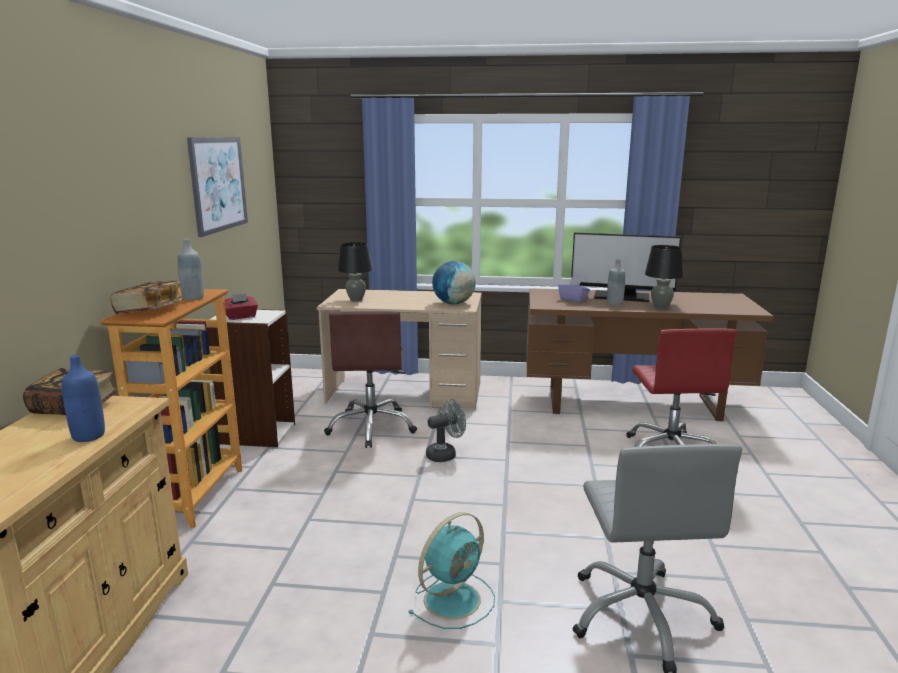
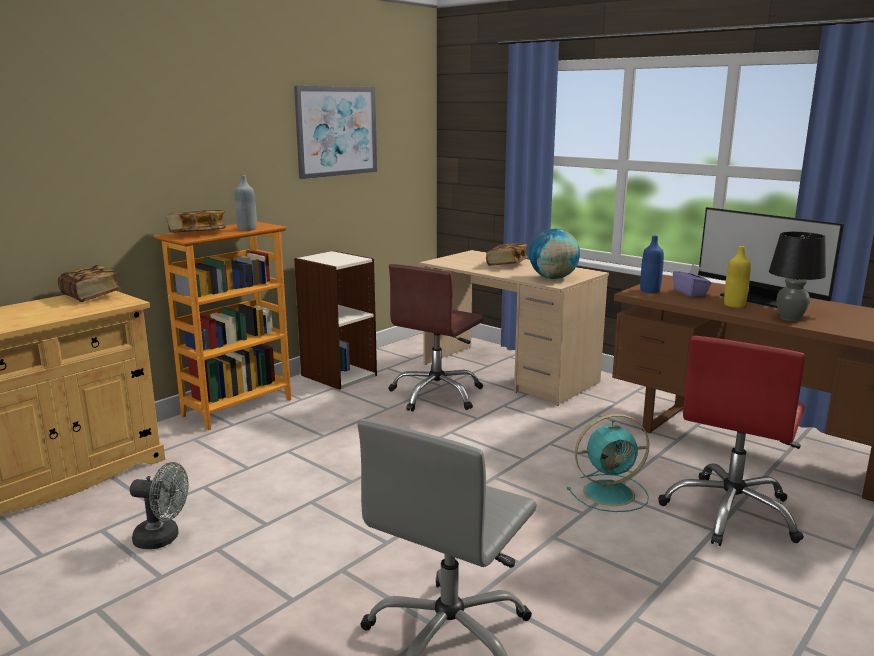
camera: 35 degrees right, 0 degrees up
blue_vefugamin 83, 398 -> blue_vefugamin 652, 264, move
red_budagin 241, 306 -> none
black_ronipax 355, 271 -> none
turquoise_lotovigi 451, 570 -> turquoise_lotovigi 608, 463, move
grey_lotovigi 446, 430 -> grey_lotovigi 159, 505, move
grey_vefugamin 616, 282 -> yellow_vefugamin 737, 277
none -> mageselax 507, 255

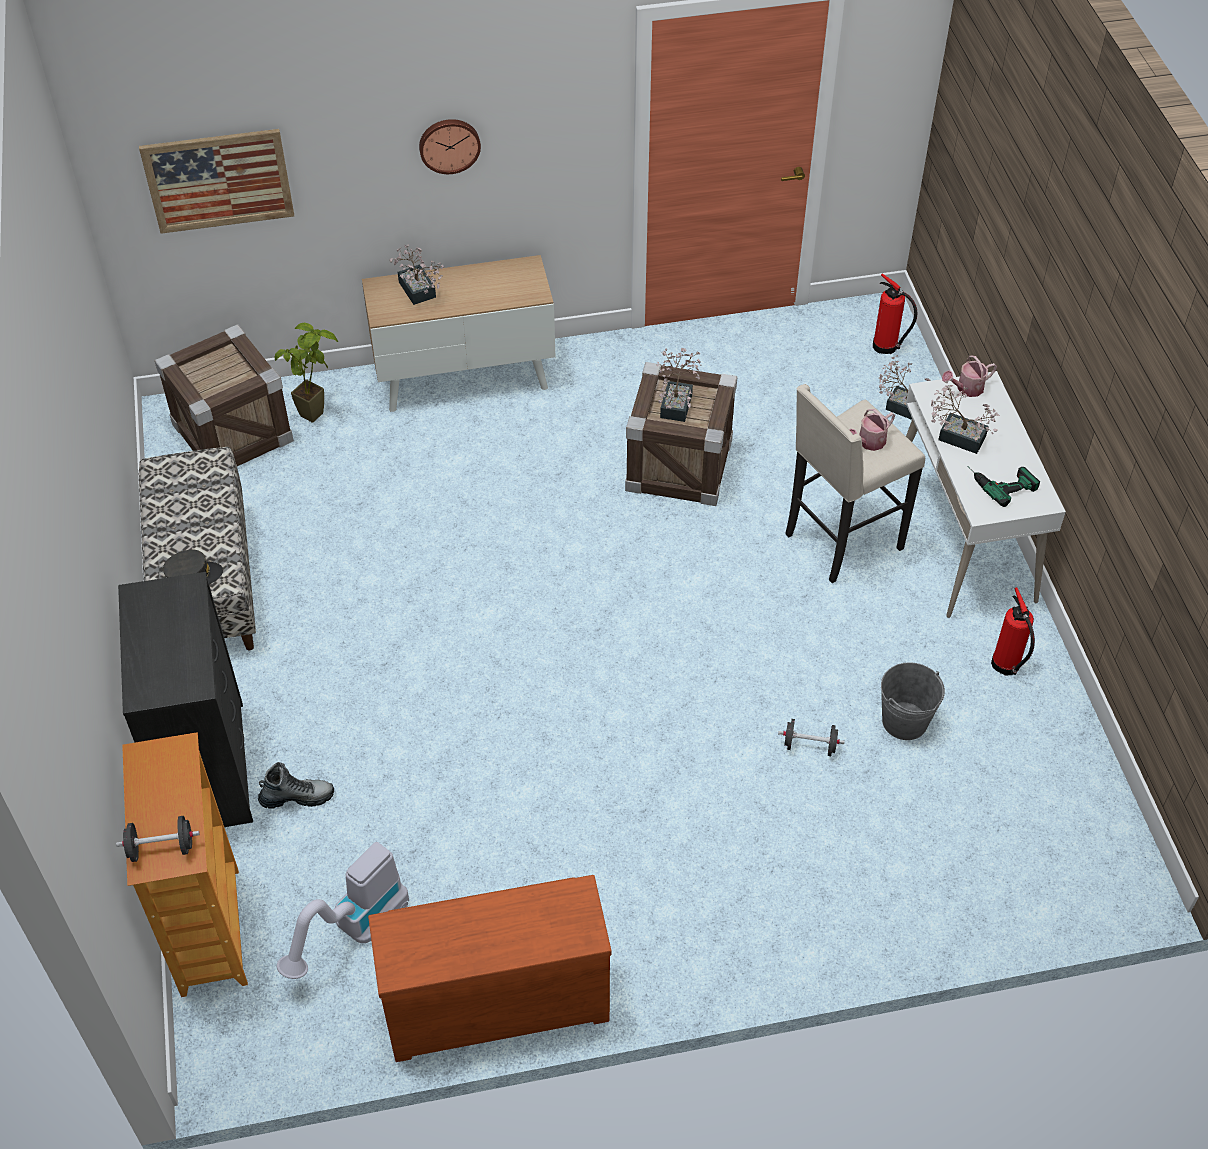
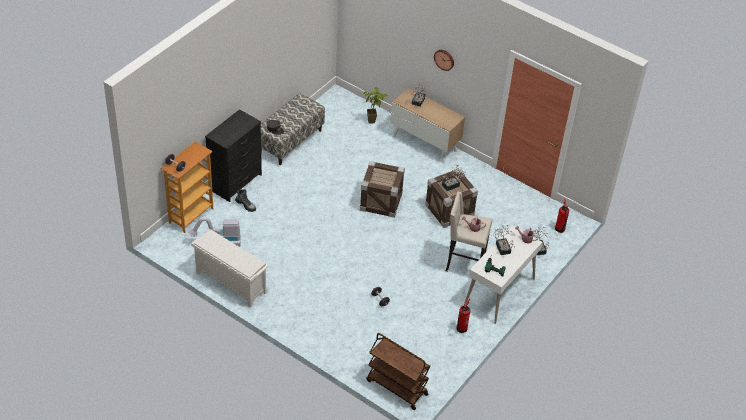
camera: 45 degrees right, 5 degrees down
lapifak 216, 181 -> none
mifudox 224, 395 -> mifudox 382, 189, move
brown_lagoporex 490, 968 -> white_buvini 229, 268
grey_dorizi 913, 701 -> none
none -> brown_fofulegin 398, 371

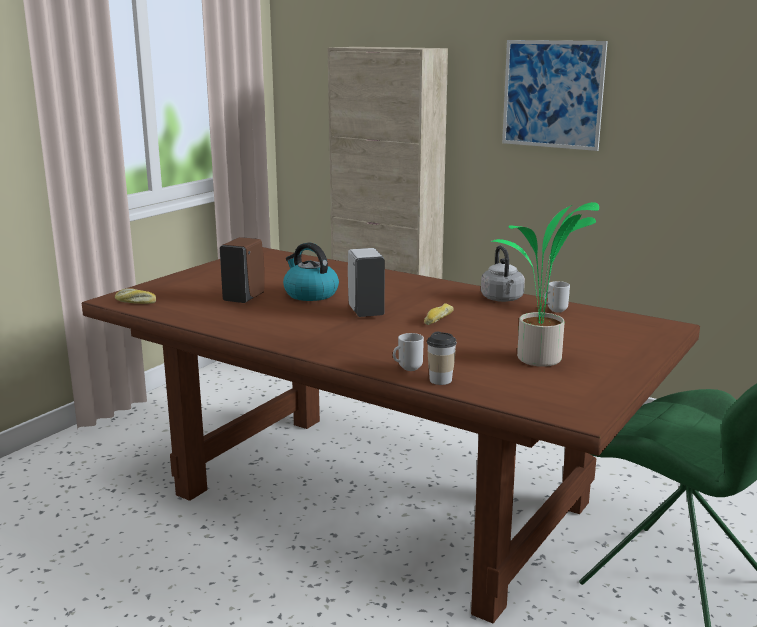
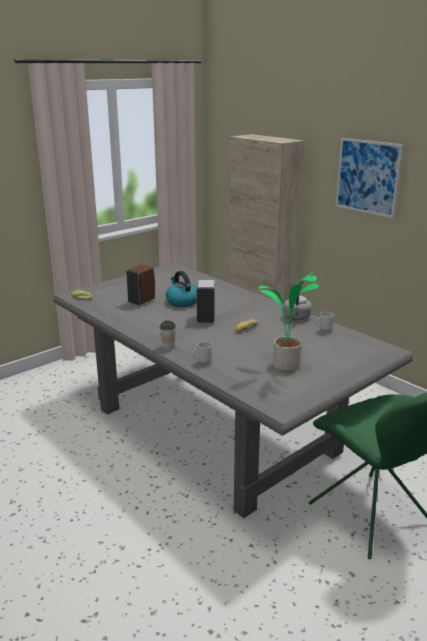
camera: 15 degrees right, 5 degrees up
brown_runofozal 391, 435 -> grey_runofozal 233, 390
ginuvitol 442, 358 -> ginuvitol 168, 335, move

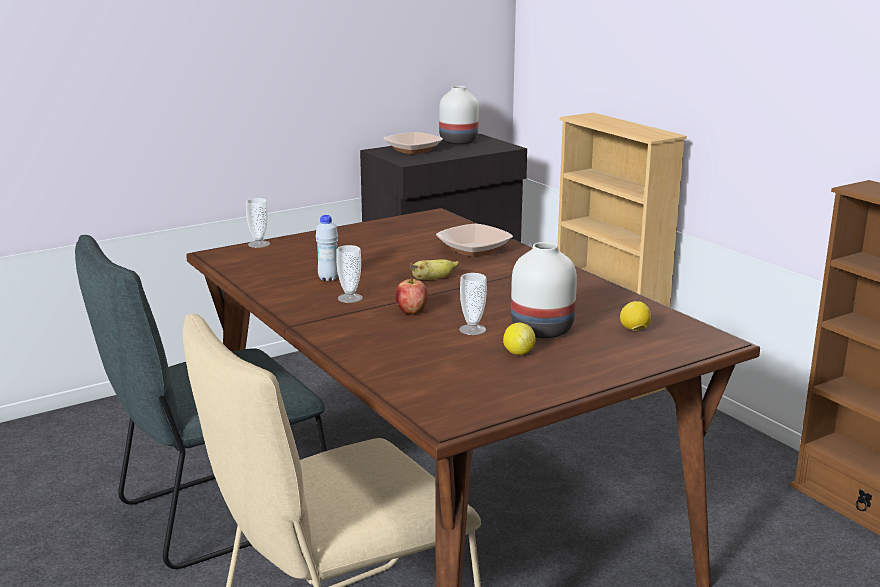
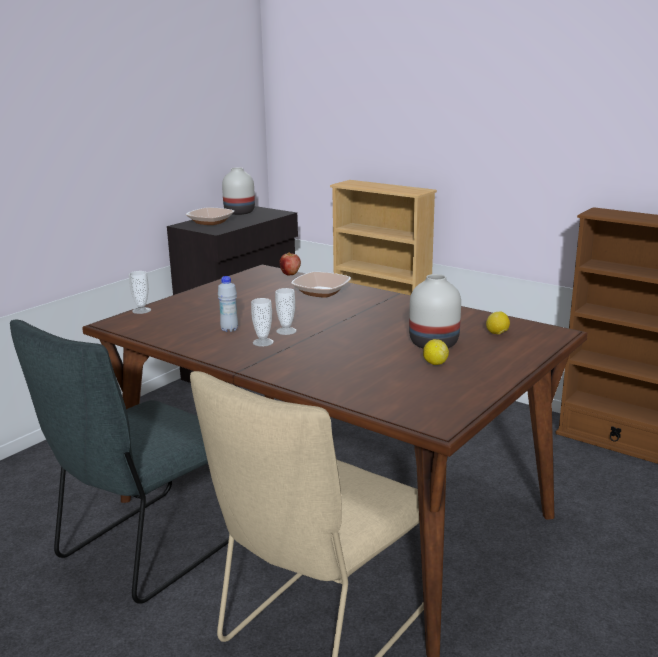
camera: 20 degrees left, 0 degrees up
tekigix 411, 296 -> tekigix 290, 264, move
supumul 434, 269 -> none
ginuvitol 473, 304 -> ginuvitol 285, 311, move

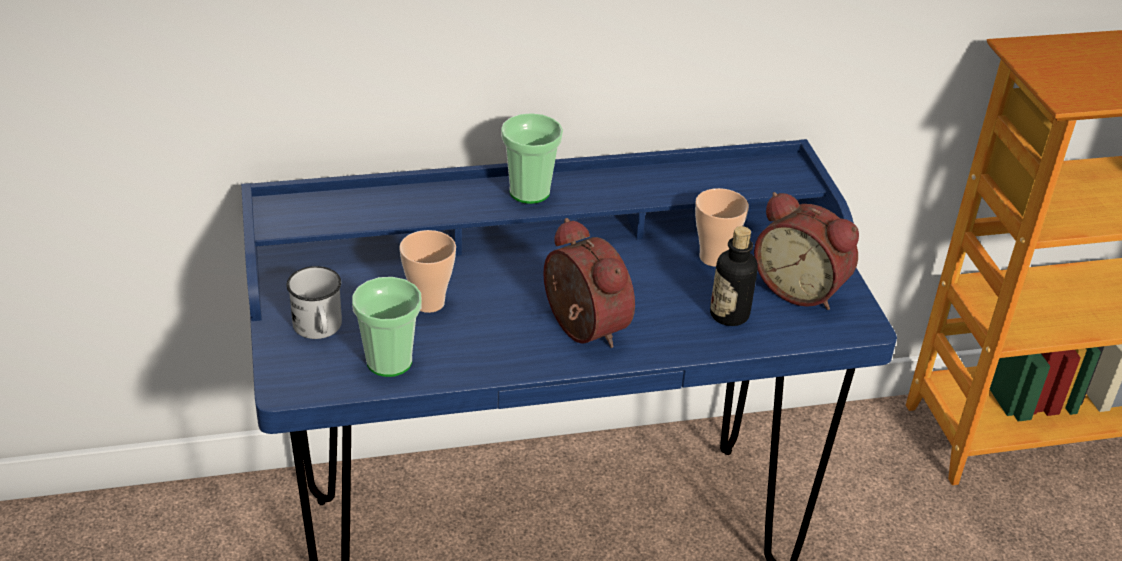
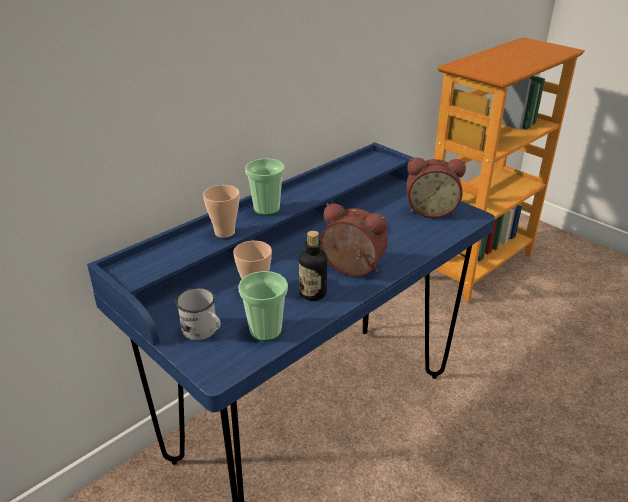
camera: 30 degrees left, 5 degrees down
ginuvitol 722, 227 -> ginuvitol 221, 211, move
vefugamin 734, 276 -> vefugamin 313, 266, move

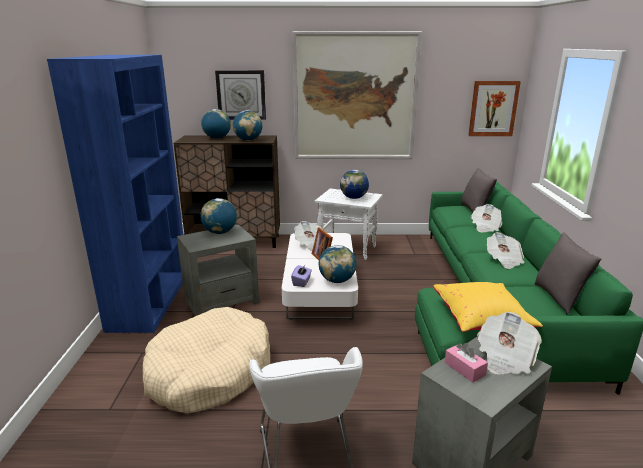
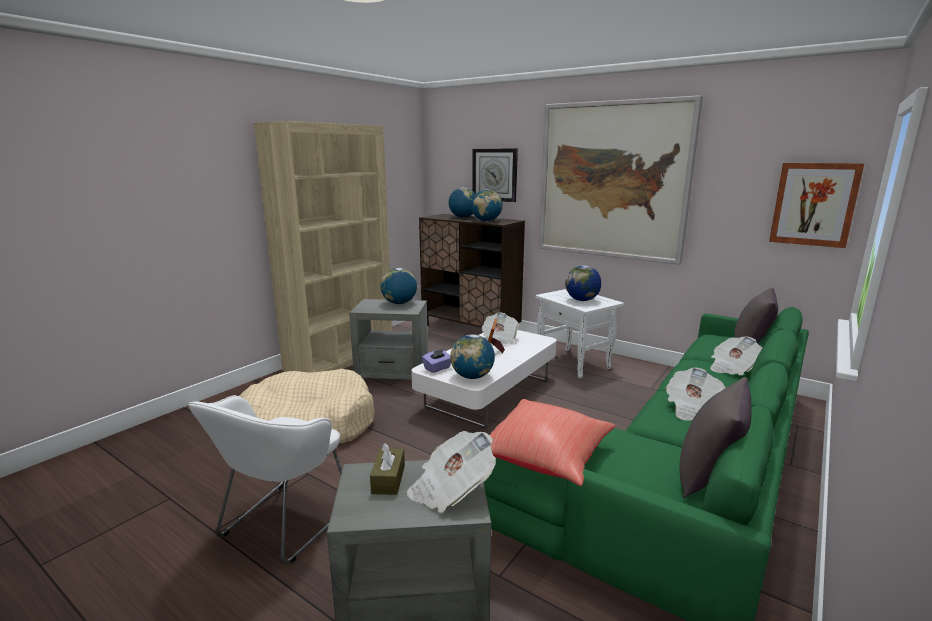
camera: 35 degrees right, 5 degrees down
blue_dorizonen 115, 194 -> beige_dorizonen 323, 247
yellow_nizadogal 488, 307 -> red_nizadogal 552, 442
pink_budagin 466, 363 -> brown_budagin 387, 469

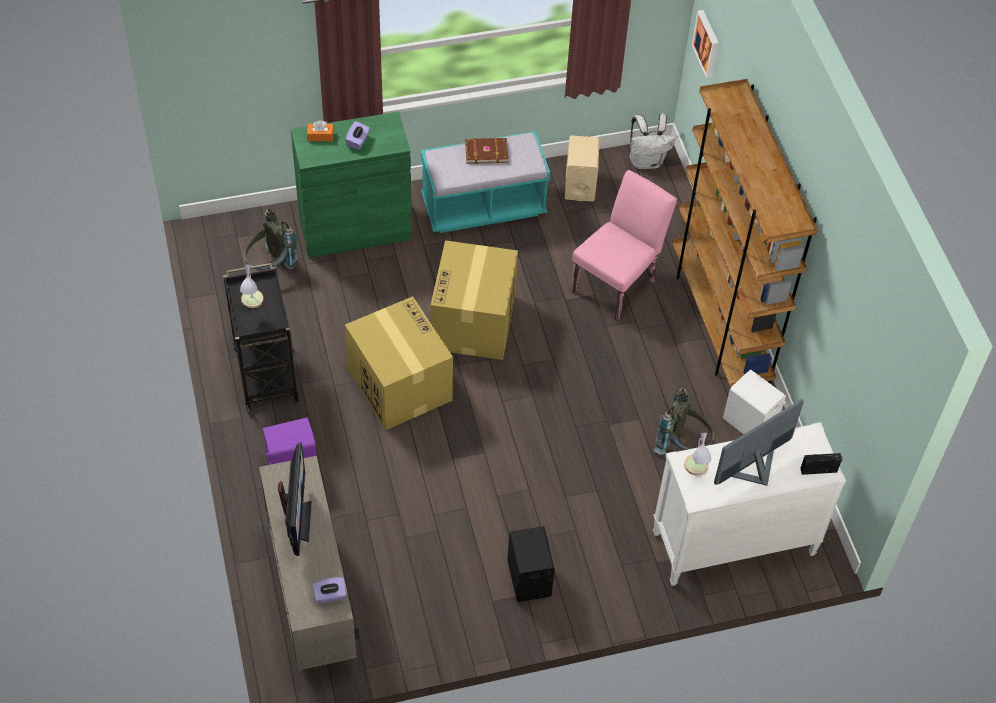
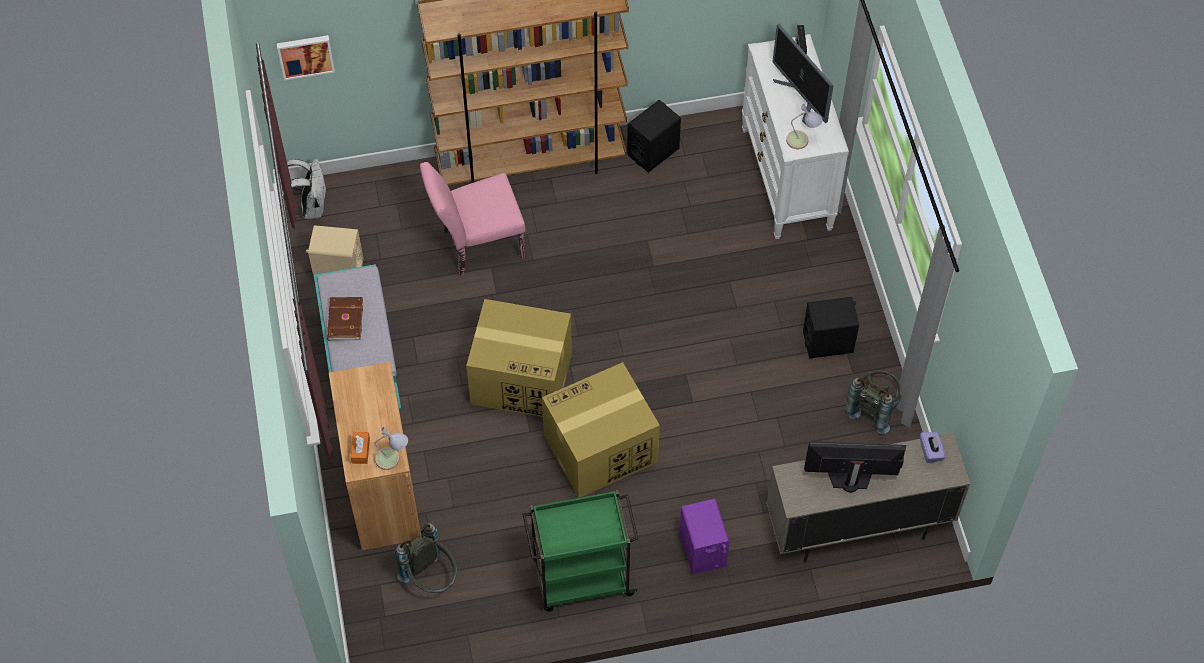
camera: 85 degrees left, 5 degrees up
black_fofulegin 261, 337 -> green_fofulegin 580, 551
ronipax 252, 286 -> ronipax 391, 448, move
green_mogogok 351, 185 -> brown_mogogok 375, 456
purple_budagin 357, 135 -> none
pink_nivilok 624, 246 -> pink_nivilok 473, 219, 60 degrees counterclockwise
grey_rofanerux 684, 421 -> grey_rofanerux 873, 402, move
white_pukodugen 754, 402 -> black_pukodugen 654, 136

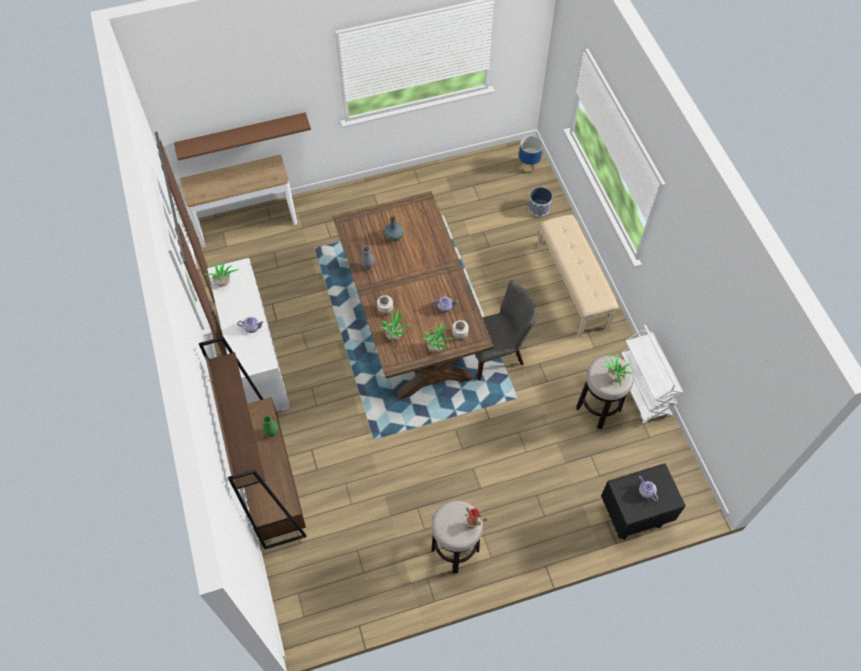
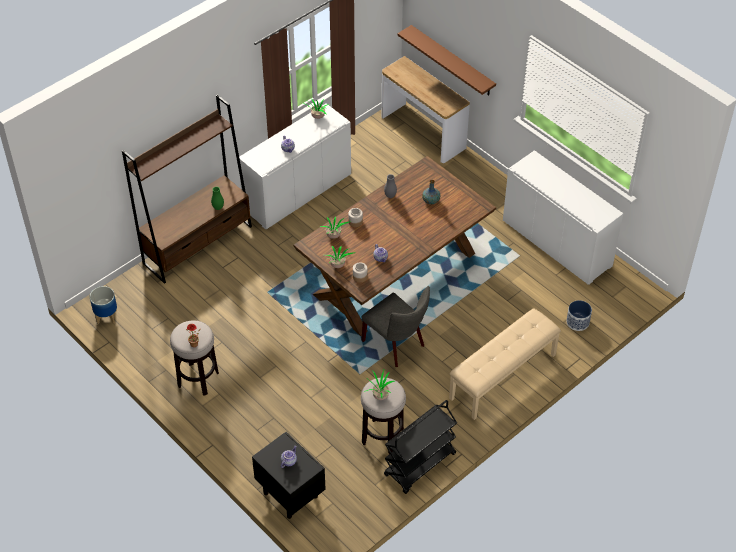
camera: 65 degrees right, 10 degrees down
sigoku 530, 155 -> sigoku 103, 305, move
white_fofulegin 652, 375 -> black_fofulegin 420, 447
none -> white_mogogok 563, 217

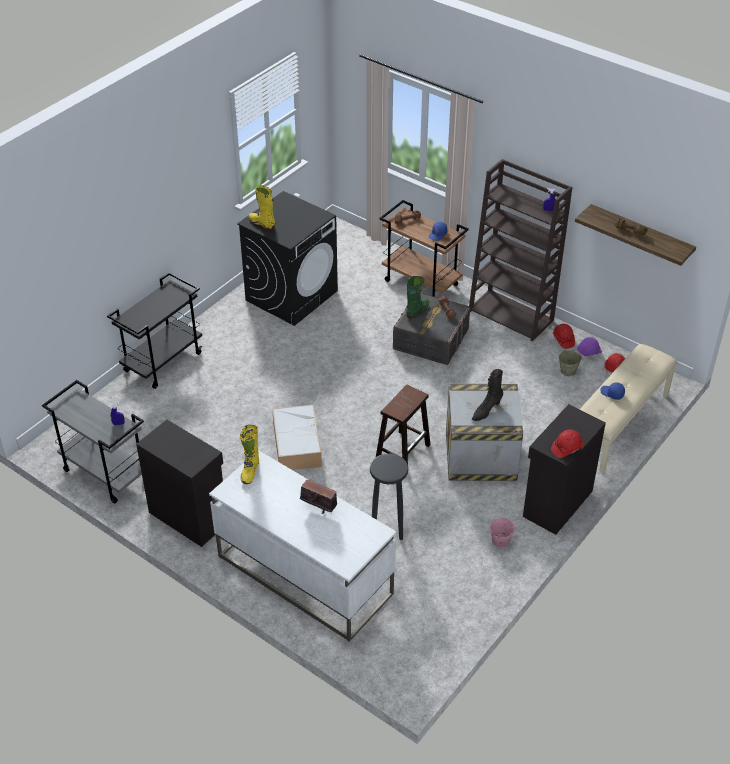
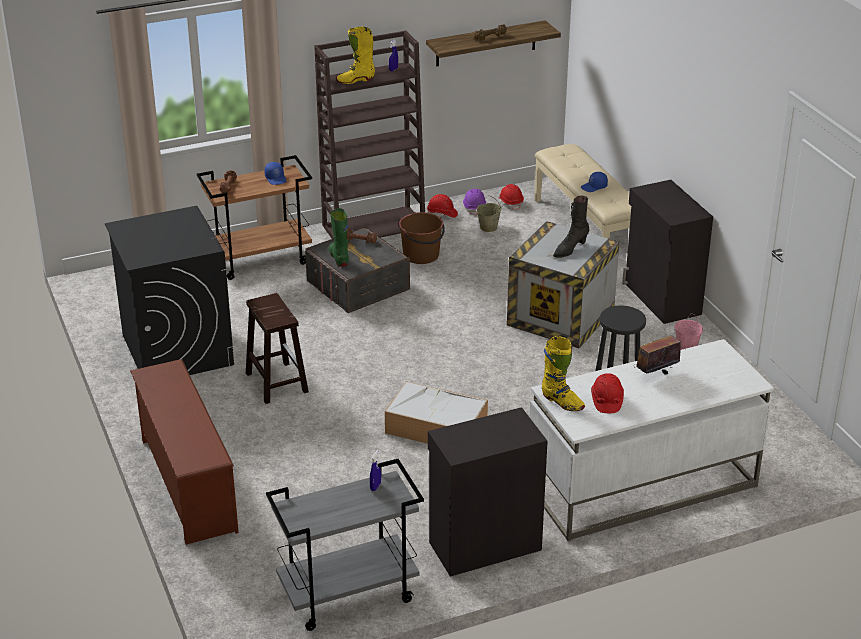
camera: 60 degrees left, 10 degrees down
black_fofulegin 154, 330 -> brown_buvini 184, 452
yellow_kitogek 262, 207 -> yellow_kitogek 355, 55, move
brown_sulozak 403, 424 -> brown_sulozak 277, 348, move
black_kitogek 487, 395 -> black_kitogek 571, 227, 60 degrees clockwise
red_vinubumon 567, 443 -> red_vinubumon 607, 393, move
none -> brown_dorizi 422, 238

